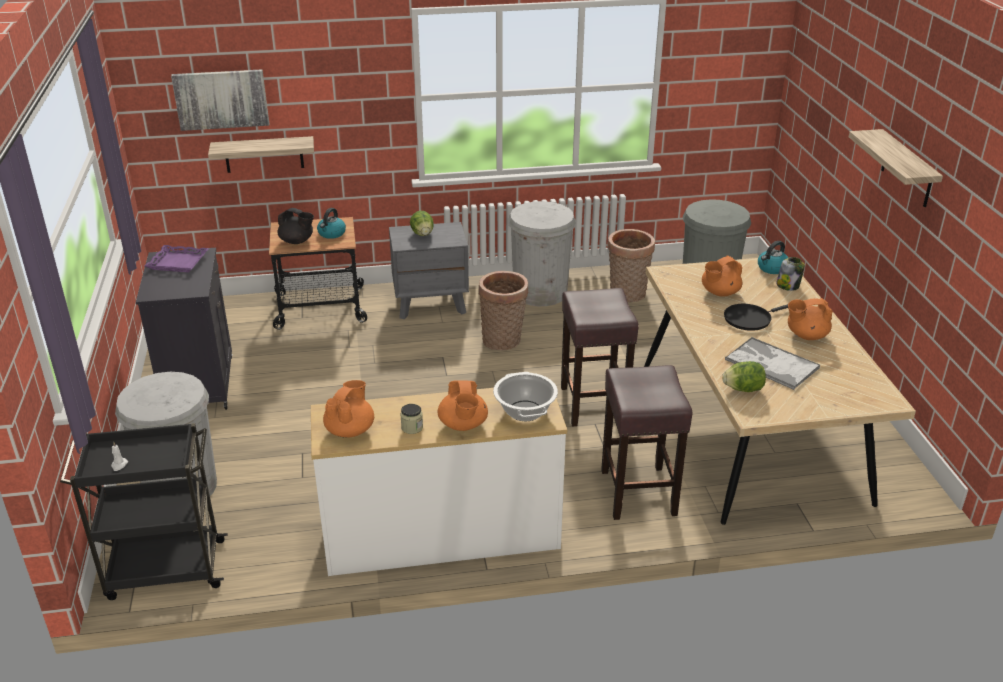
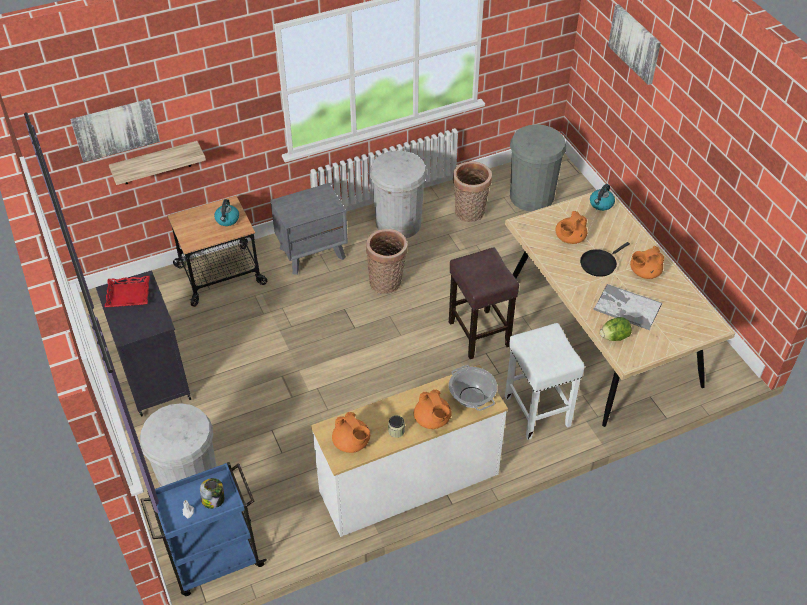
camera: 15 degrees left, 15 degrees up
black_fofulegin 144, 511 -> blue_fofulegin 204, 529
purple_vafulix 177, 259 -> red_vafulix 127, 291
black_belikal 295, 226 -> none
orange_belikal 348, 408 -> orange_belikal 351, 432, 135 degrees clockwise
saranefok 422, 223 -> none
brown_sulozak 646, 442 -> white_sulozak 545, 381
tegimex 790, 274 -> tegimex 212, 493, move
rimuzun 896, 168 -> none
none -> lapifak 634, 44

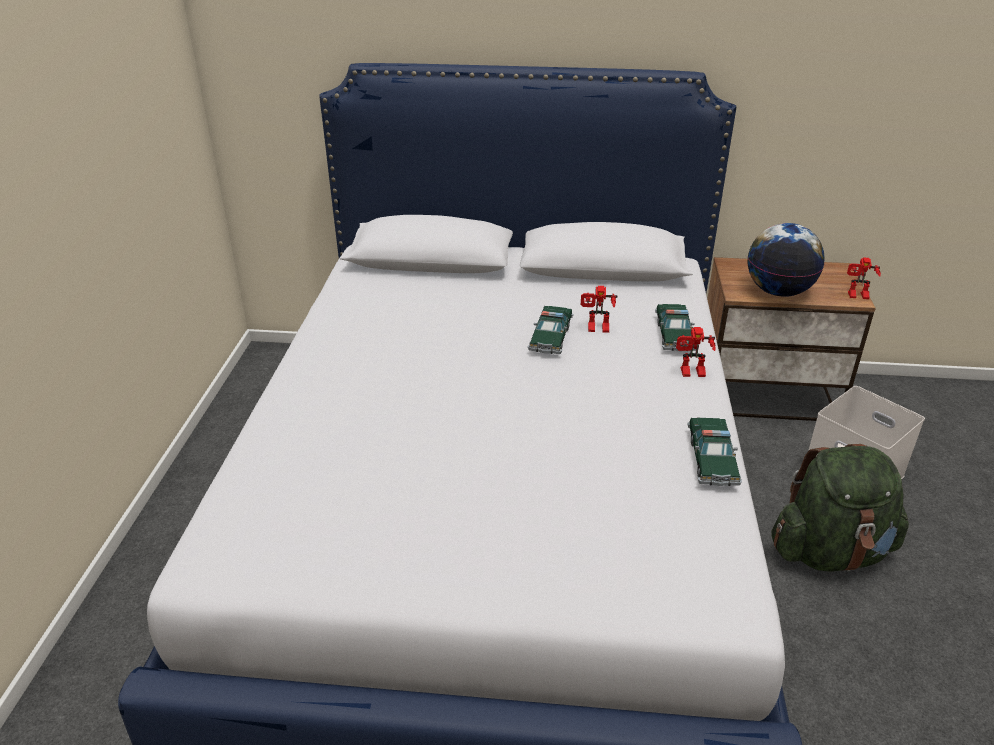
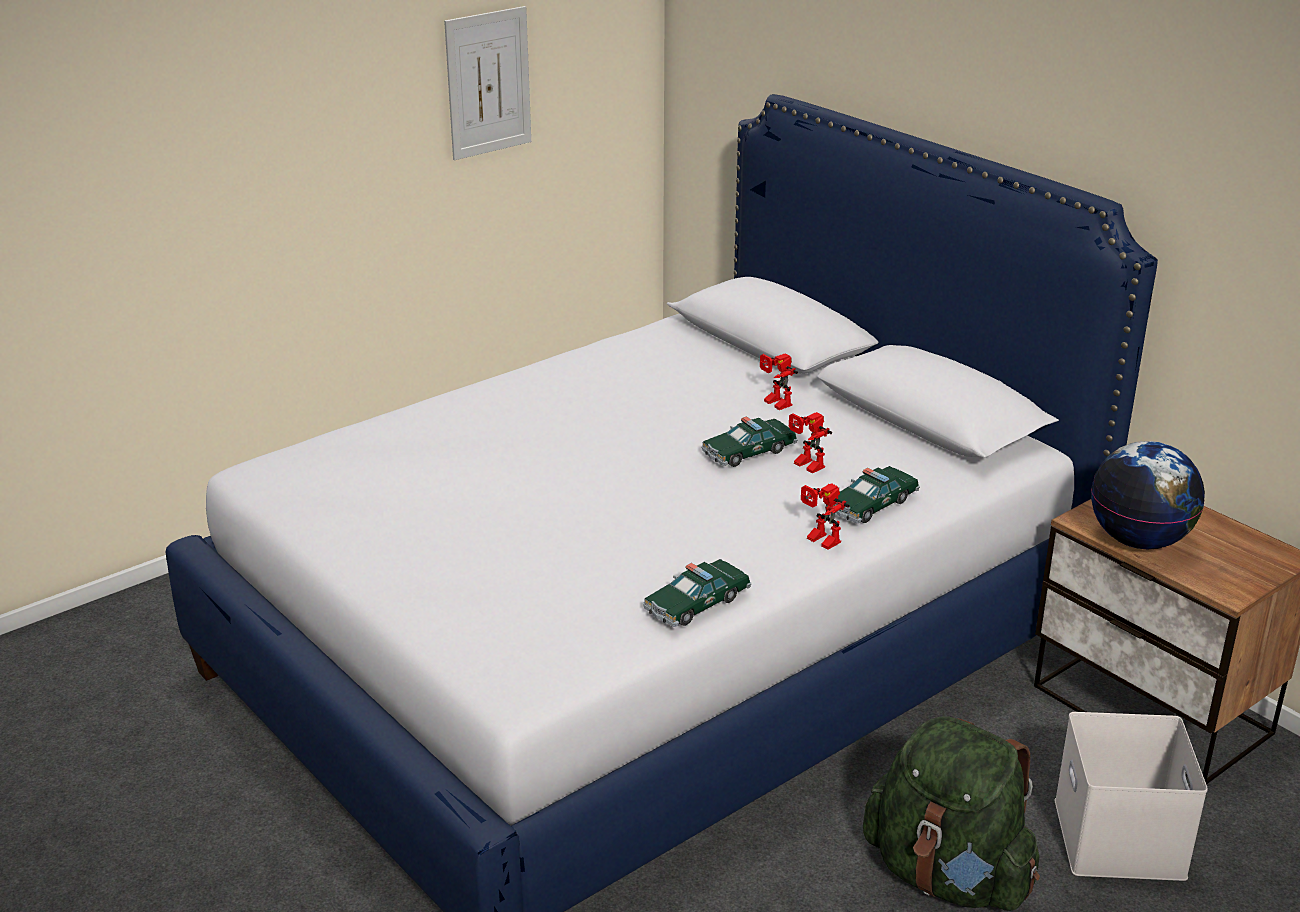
camera: 45 degrees right, 5 degrees down
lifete 864, 278 -> lifete 779, 381, move
none -> lapifak 487, 83

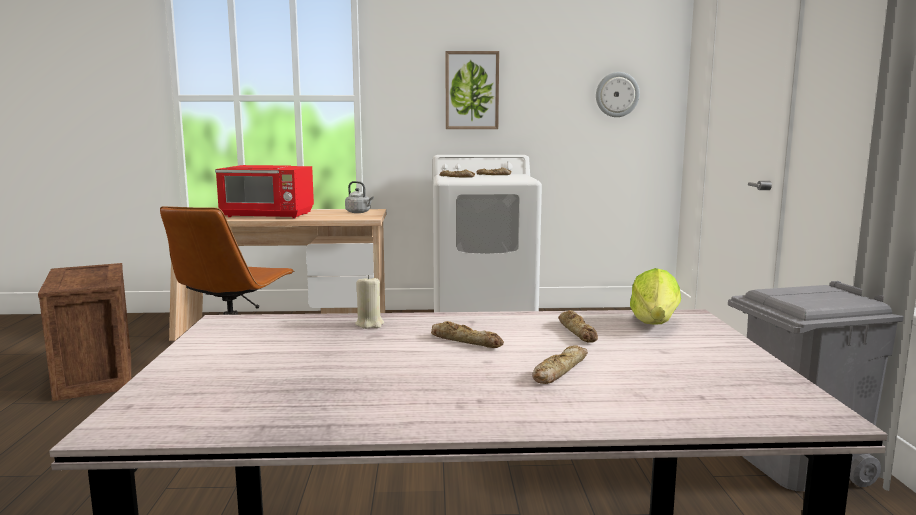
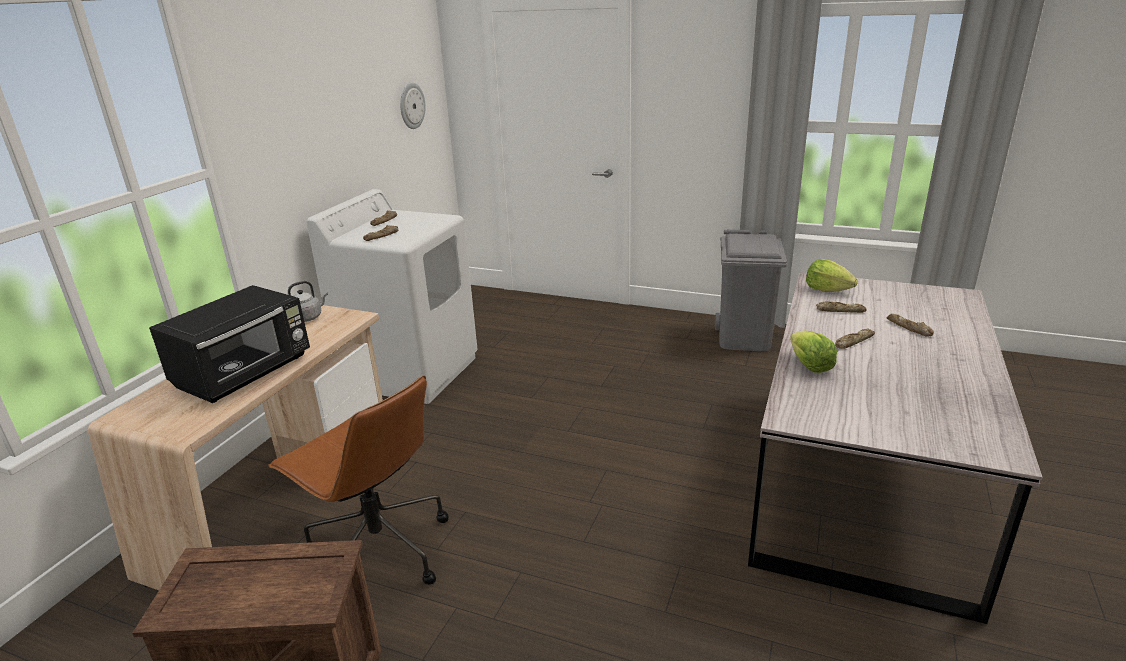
camera: 65 degrees left, 15 degrees up
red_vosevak 264, 191 -> black_vosevak 229, 344
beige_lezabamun 369, 302 -> saranefok 813, 351
lapifak 472, 90 -> none

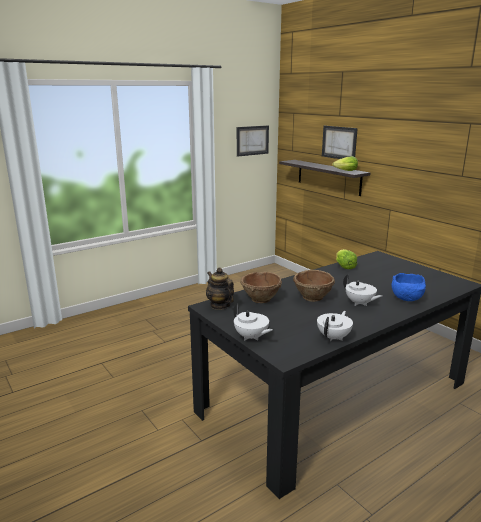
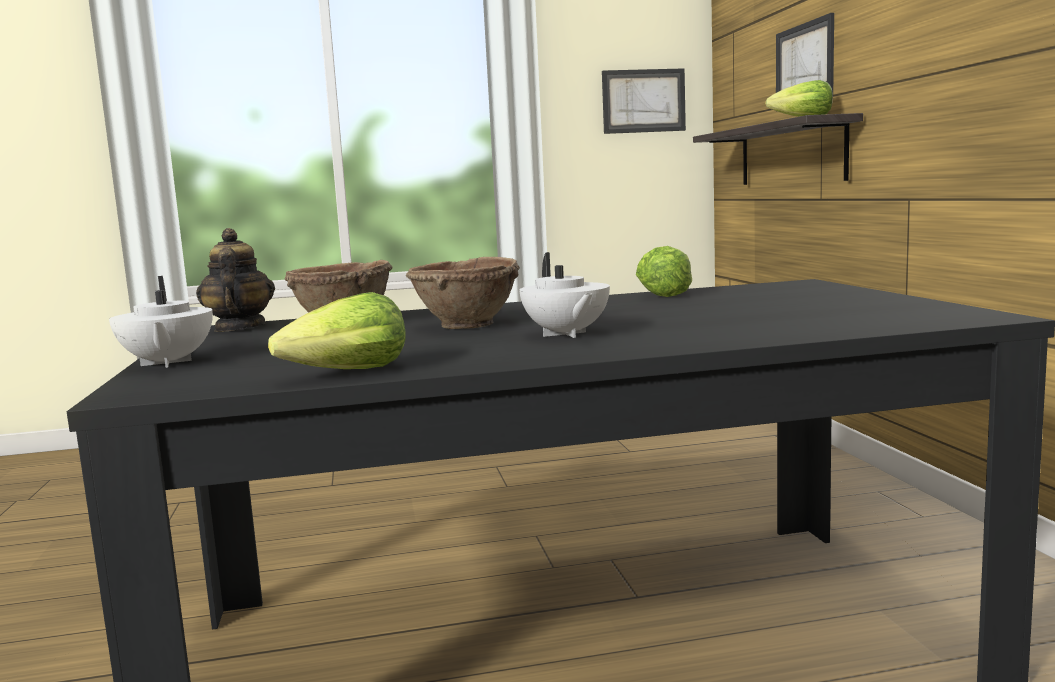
camera: 25 degrees right, 10 degrees down
white_belikal 335, 326 -> saranefok 337, 330
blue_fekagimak 408, 287 -> none

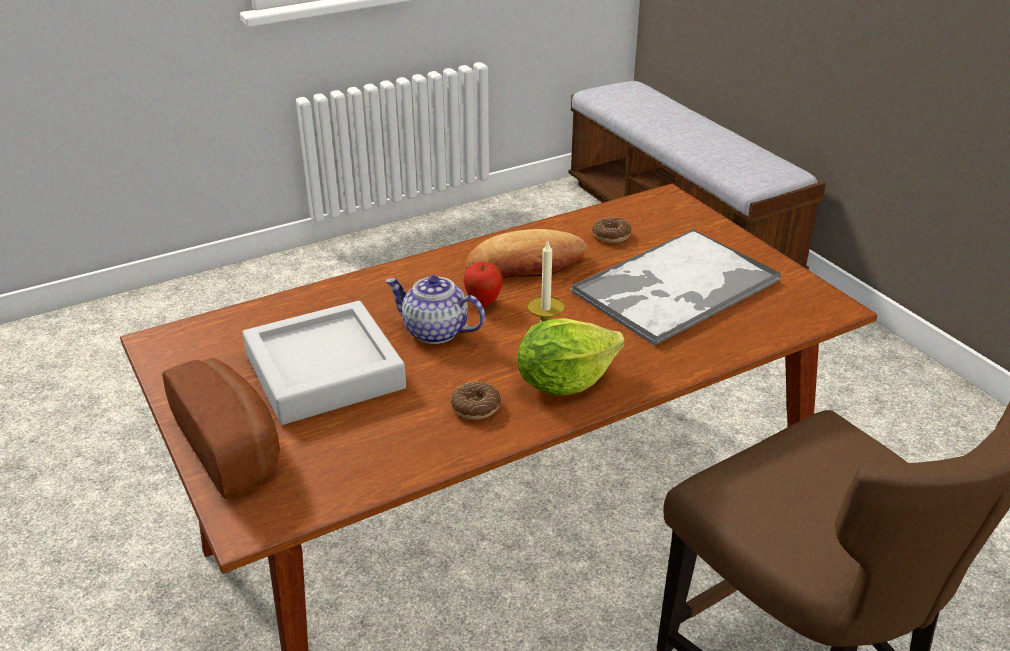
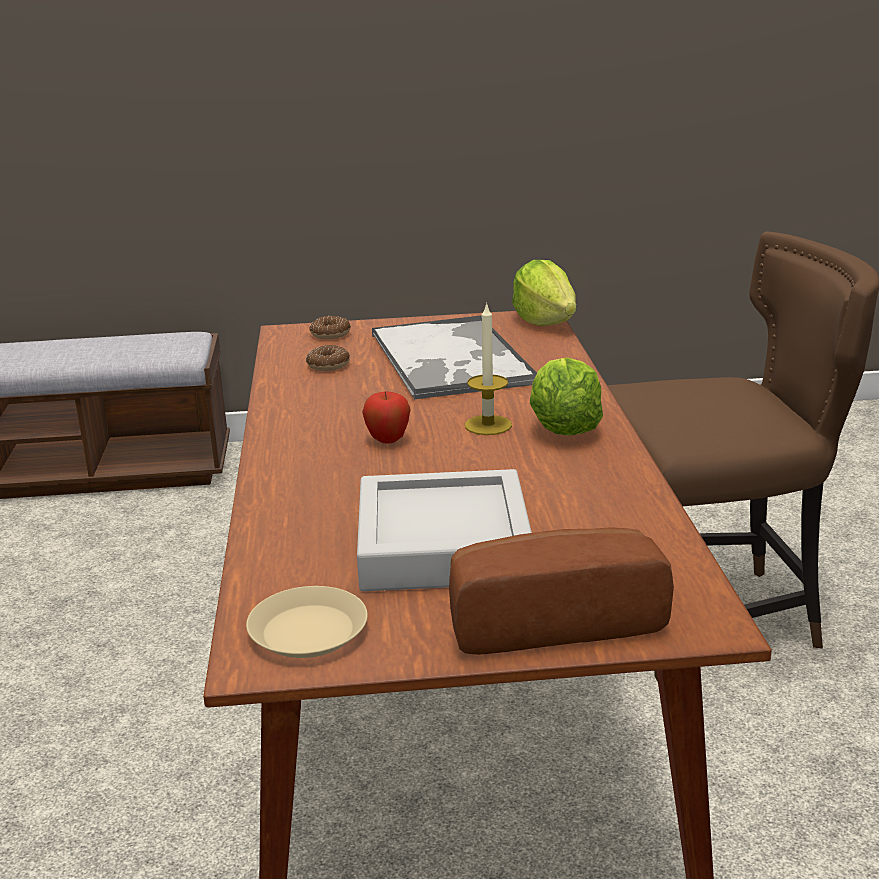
camera: 65 degrees left, 10 degrees down
belikal 435, 309 -> none
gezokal 475, 400 -> gezokal 330, 327, move
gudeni 526, 253 -> none
none -> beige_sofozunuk 307, 622
none -> saranefok 544, 293

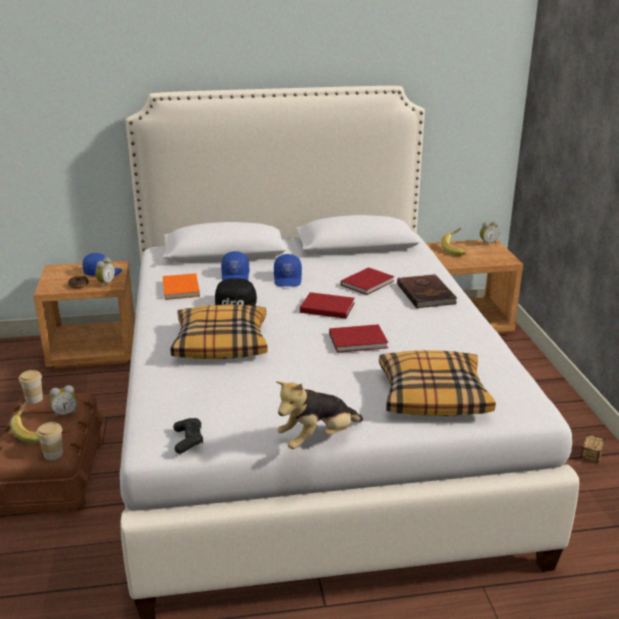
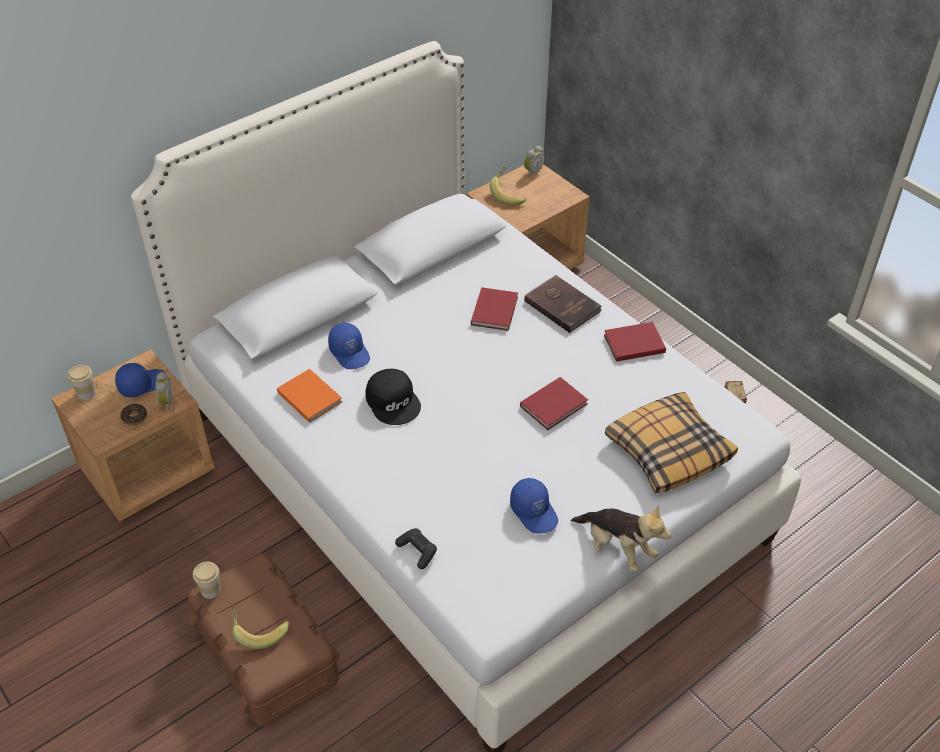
camera: 30 degrees left, 20 degrees up
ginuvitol 50, 441 -> ginuvitol 82, 382, move
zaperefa 63, 401 -> none
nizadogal 219, 332 -> none
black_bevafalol 188, 436 -> black_bevafalol 416, 548, move
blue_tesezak 288, 270 -> blue_tesezak 534, 506, move
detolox 319, 415 -> detolox 621, 538, 75 degrees counterclockwise
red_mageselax 327, 305 -> red_mageselax 635, 342, move

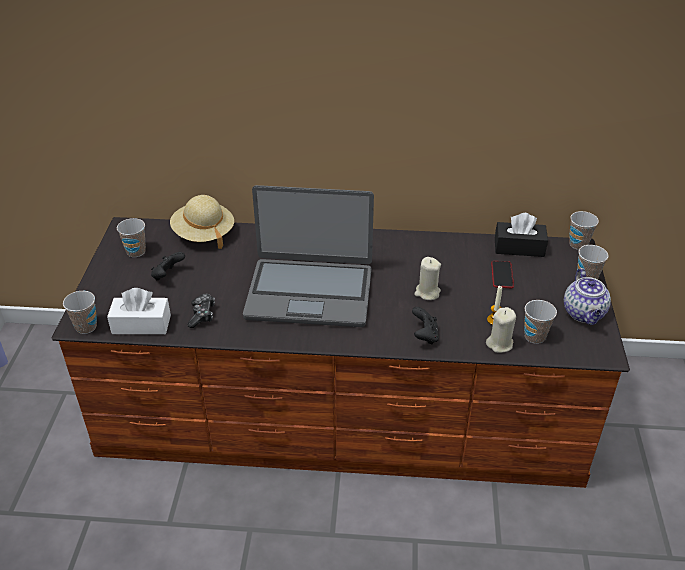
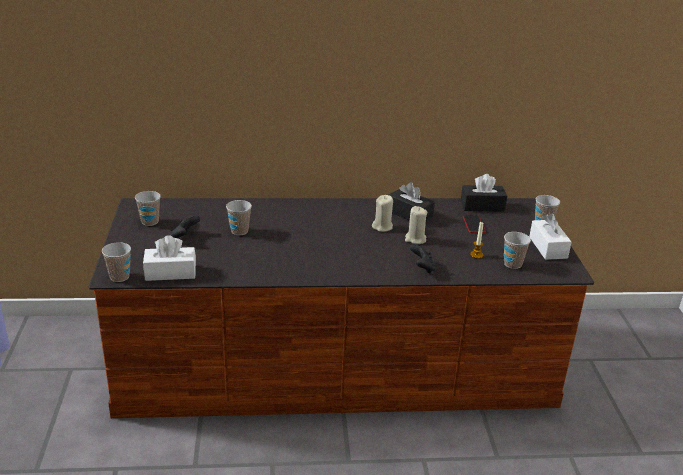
camera: 10 degrees left, 10 degrees down
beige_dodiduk 202, 222 -> none
bevafalol 201, 311 -> none
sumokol 308, 256 -> none
beige_lezabamun 501, 330 -> beige_lezabamun 382, 213, move
belikal 587, 296 -> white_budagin 550, 237
ginuvitol 584, 230 -> ginuvitol 239, 217, move
none -> black_budagin 412, 201

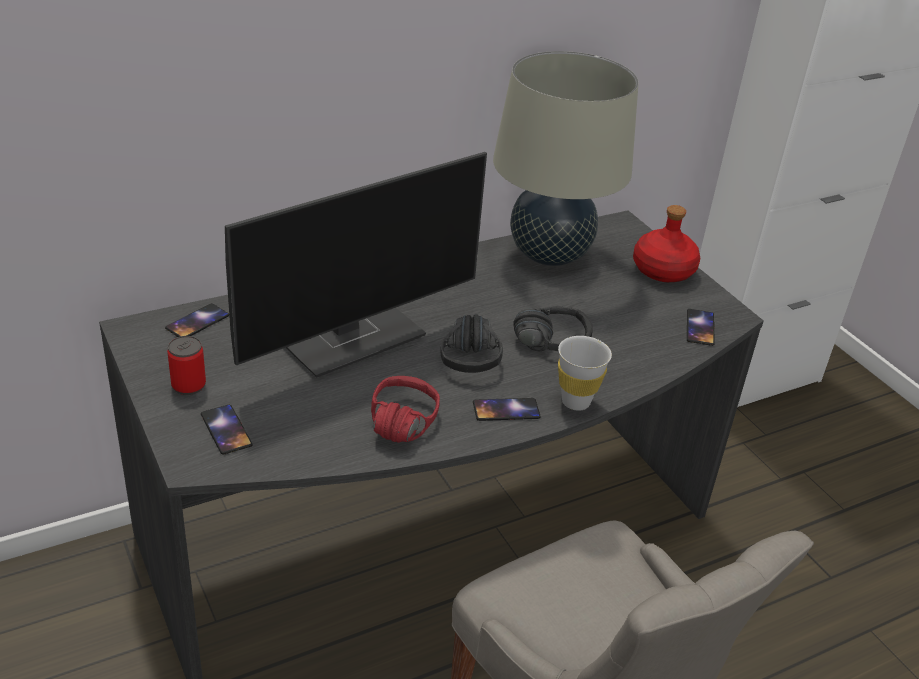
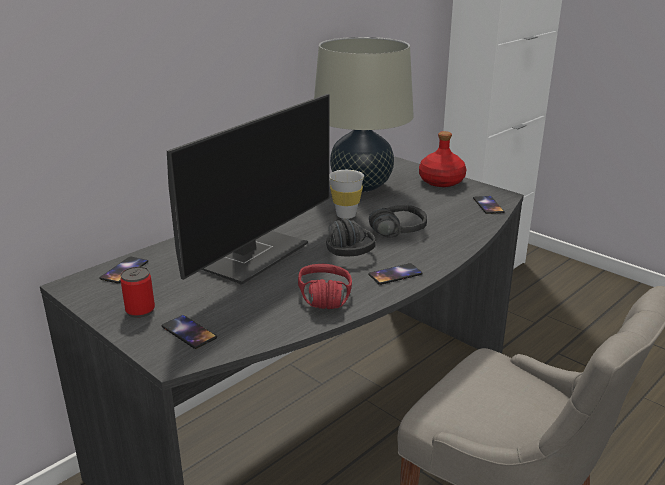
camera: 15 degrees left, 10 degrees down
white_ginuvitol 585, 373 -> white_ginuvitol 347, 194, move

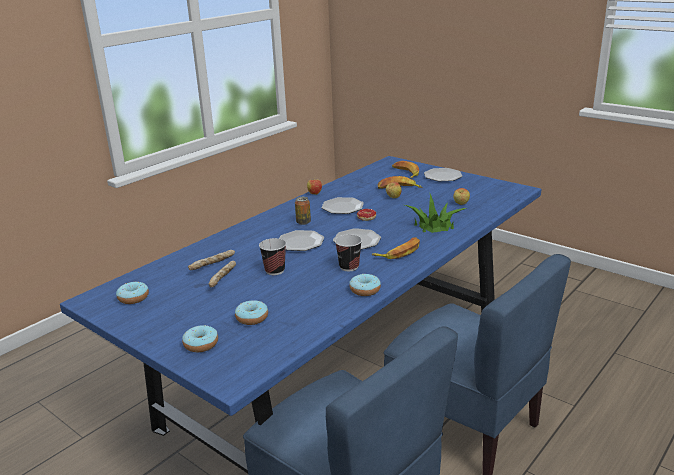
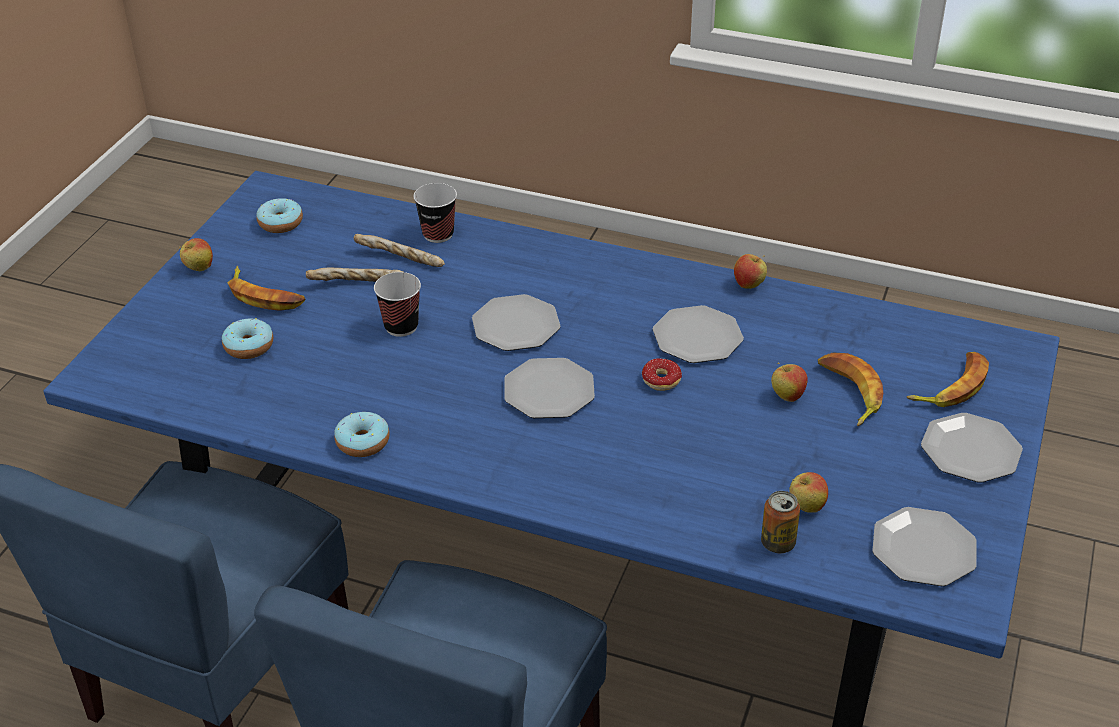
camera: 70 degrees right, 15 degrees up
gezokal 200, 338 -> none
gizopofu 303, 211 -> gizopofu 780, 522, move
ginuvitol 348, 252 -> ginuvitol 435, 213, move
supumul 396, 248 -> supumul 266, 288, move
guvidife 436, 212 -> none
none -> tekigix 196, 254
none -> sofozunuk 924, 546

